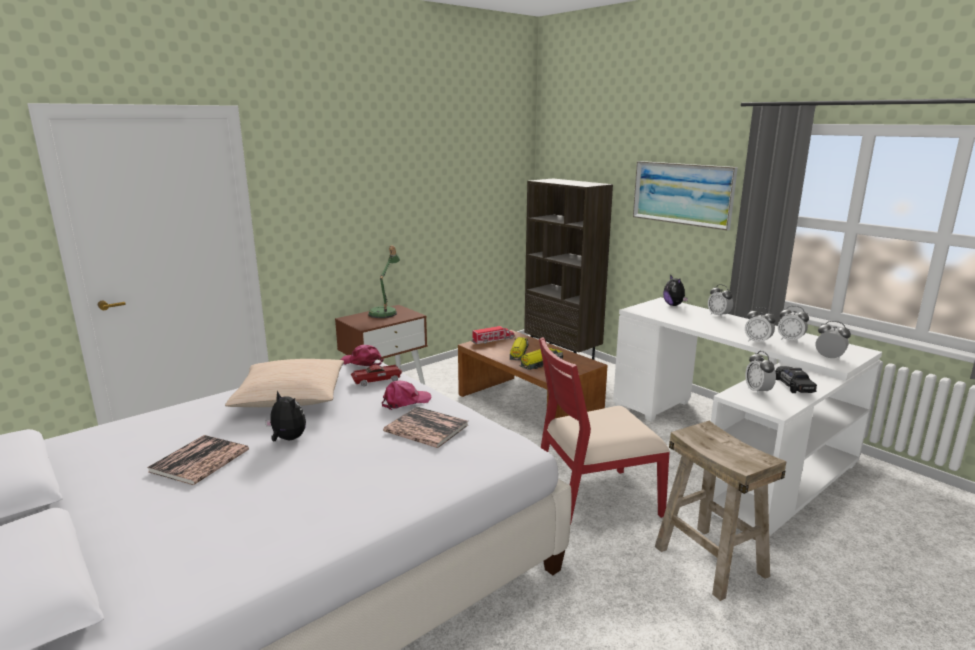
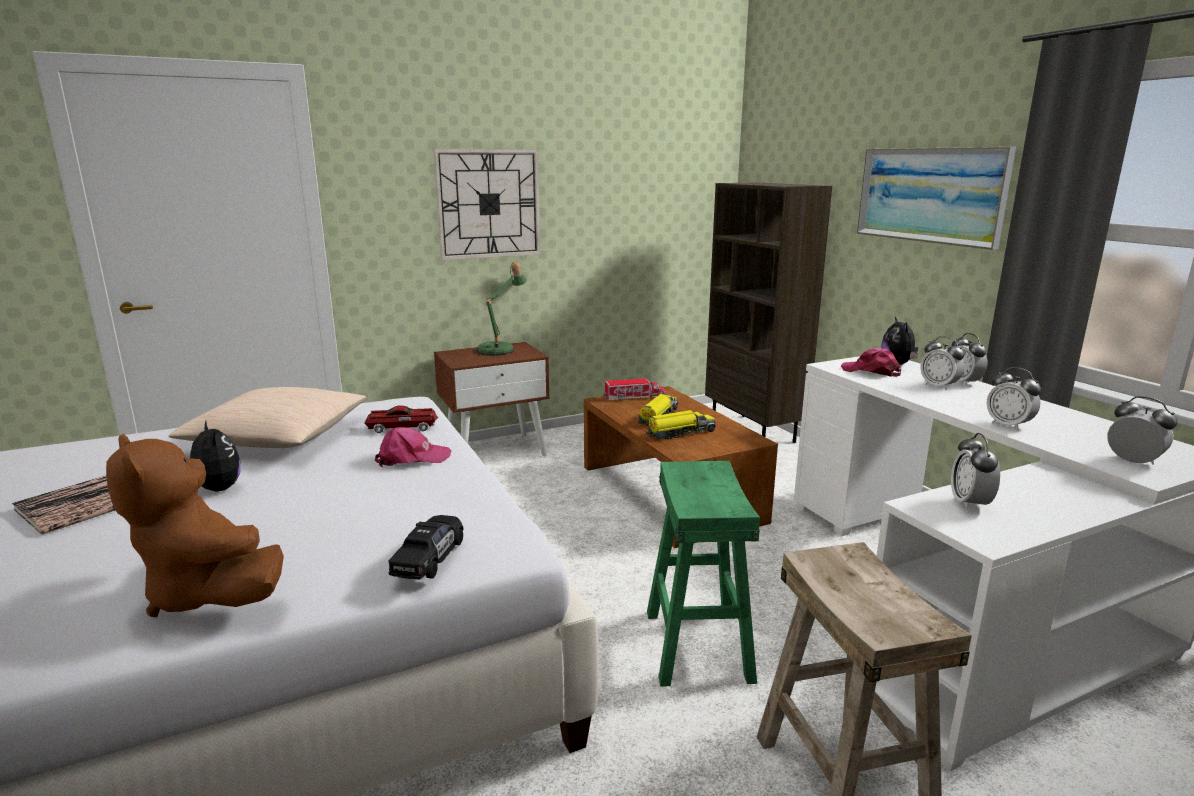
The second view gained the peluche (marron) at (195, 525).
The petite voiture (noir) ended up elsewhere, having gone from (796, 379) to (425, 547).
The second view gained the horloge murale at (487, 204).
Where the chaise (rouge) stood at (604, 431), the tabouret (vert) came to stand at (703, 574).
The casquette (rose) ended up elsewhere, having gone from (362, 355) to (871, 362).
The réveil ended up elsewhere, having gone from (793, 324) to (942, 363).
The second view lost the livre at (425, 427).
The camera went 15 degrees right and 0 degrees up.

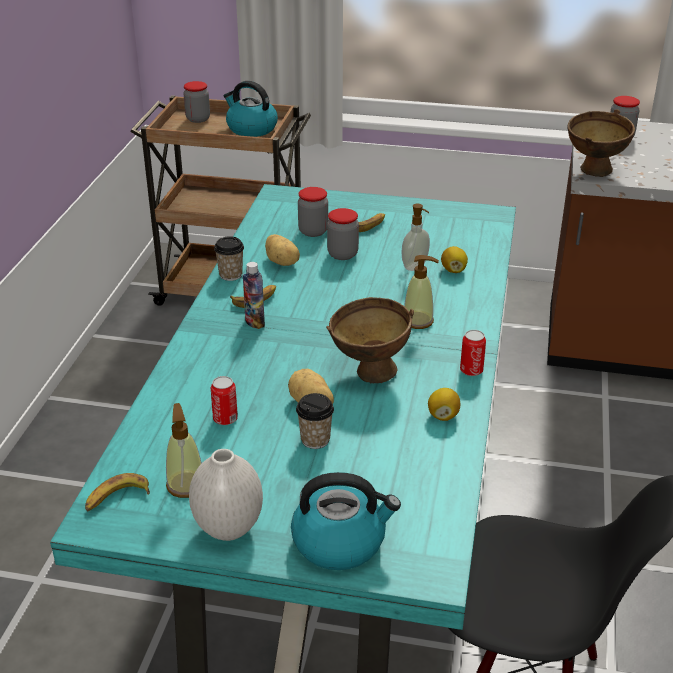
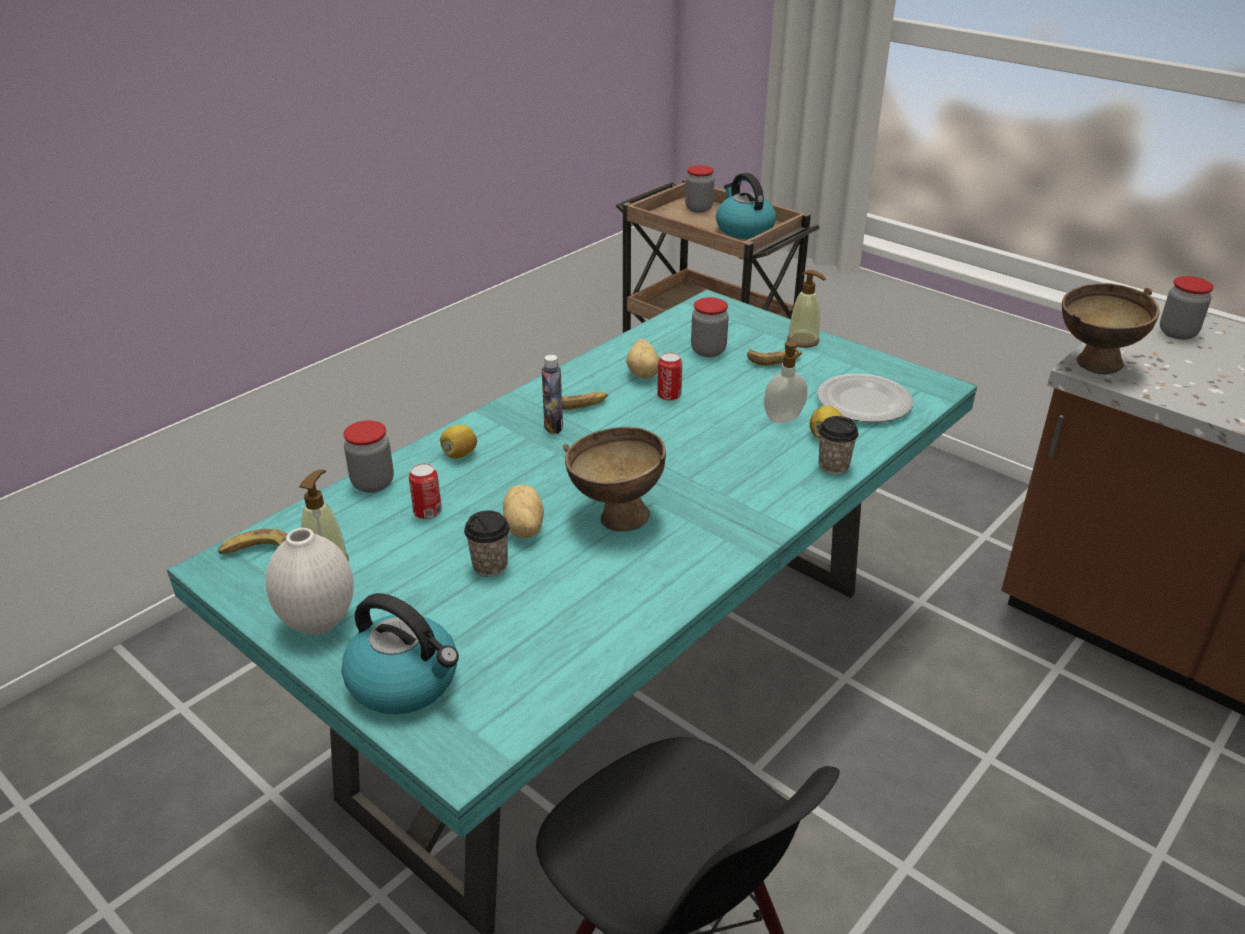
The bocal ended up elsewhere, having gone from (343, 234) to (368, 456).
The citron ended up elsewhere, having gone from (444, 404) to (458, 441).
The boîte métallique ended up elsewhere, having gone from (473, 353) to (669, 376).
The distributeur de savon ended up elsewhere, having gone from (421, 292) to (806, 309).
The second view gained the assiette at (865, 398).
The tasse ended up elsewhere, having gone from (229, 258) to (838, 445).
The camera went 30 degrees right and 0 degrees up.

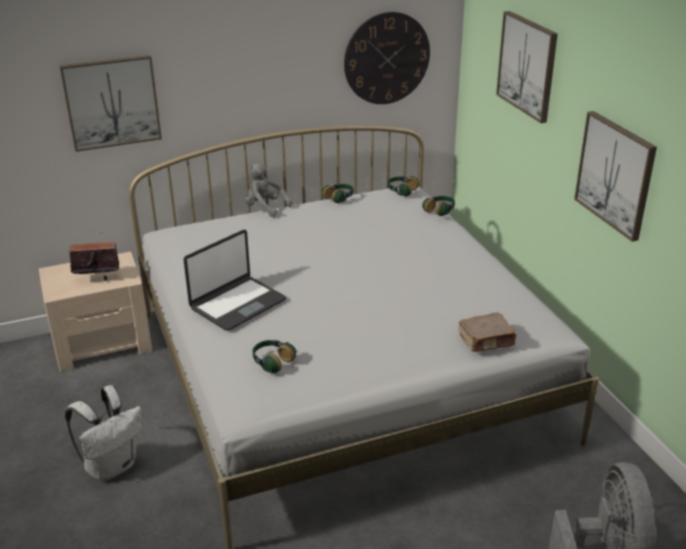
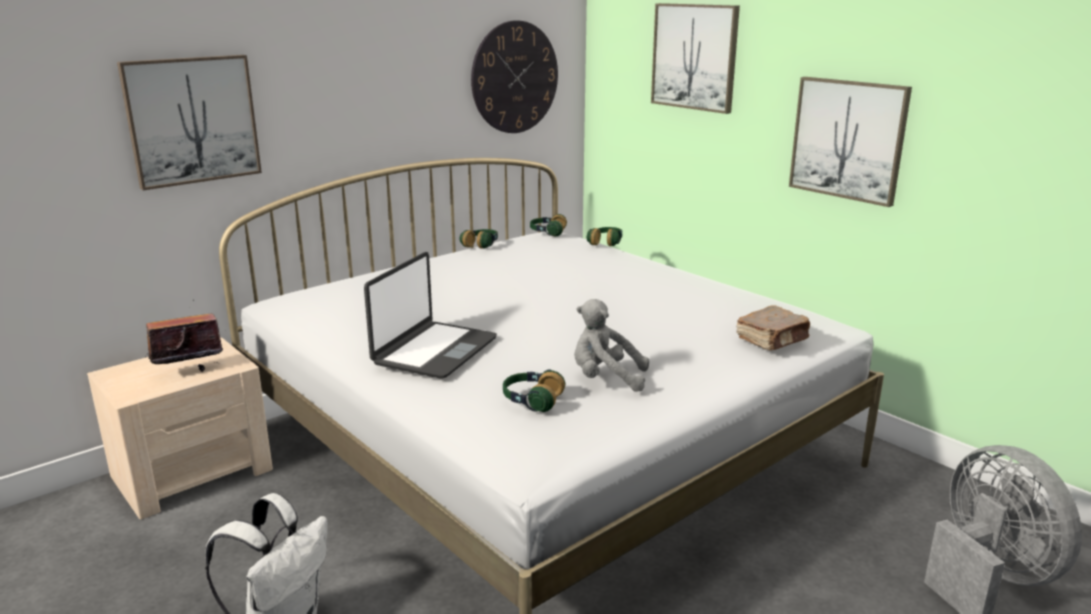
The peluche (gris) ended up elsewhere, having gone from (268, 190) to (611, 345).
The camera went 20 degrees left and 10 degrees down.

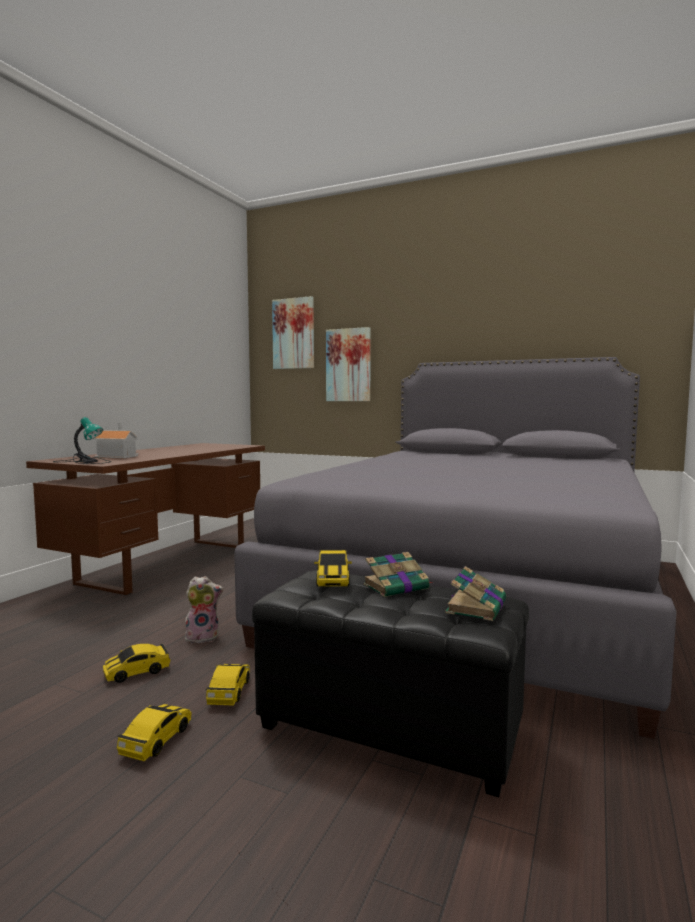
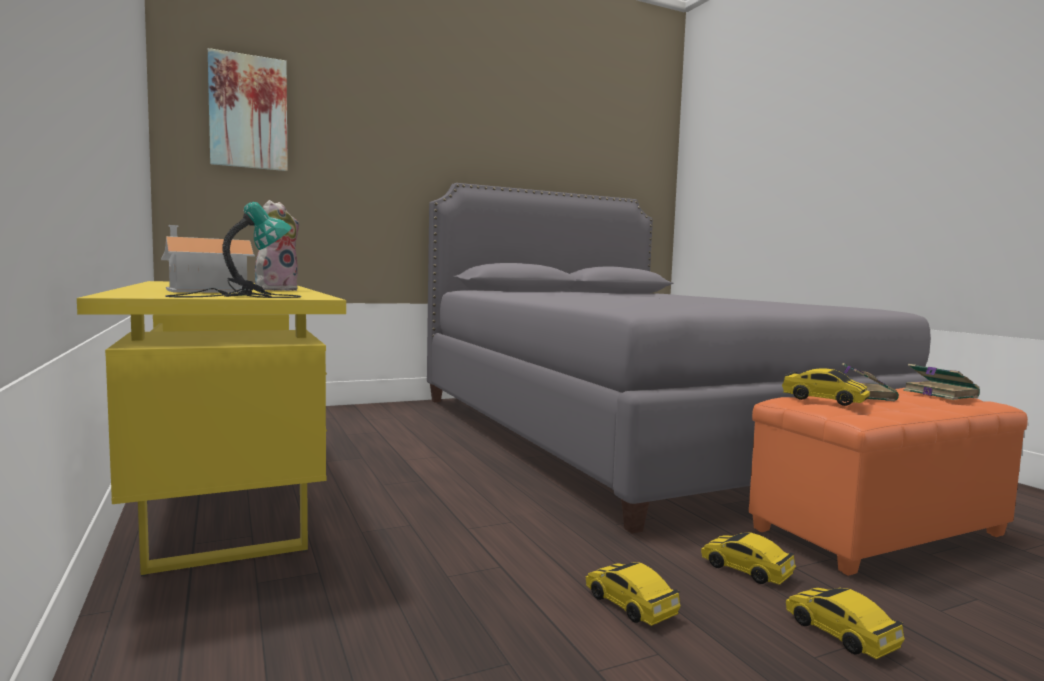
What was the bureau (marron) at (145, 519) turned into the bureau (jaune) at (211, 429).
The peluche ended up elsewhere, having gone from (203, 609) to (277, 245).
The petite voiture at (137, 663) ended up facing another way, 135 degrees clockwise from before.
What was the pouf (noir) at (390, 683) turned into the pouf (orange) at (888, 482).
The second view lost the tableau at (348, 364).
The camera went 50 degrees left and 0 degrees up.

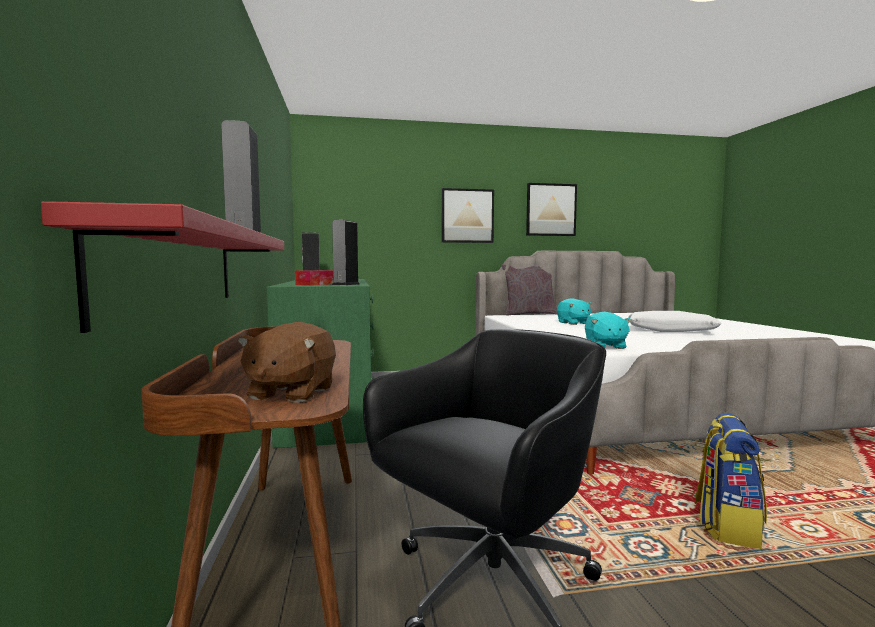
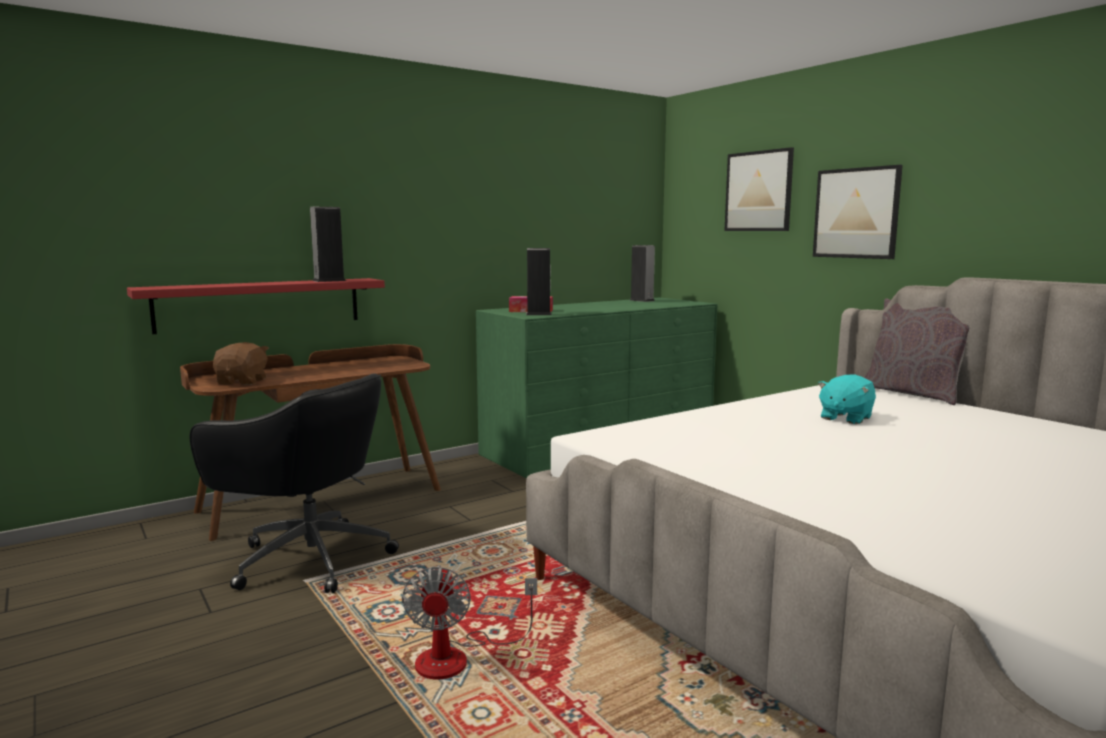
The peluche (marron) at (286, 362) ended up facing another way, 105 degrees clockwise from before.
Where the sac à dos stood at (731, 481), the ventilateur came to stand at (469, 622).
The tableau ended up elsewhere, having gone from (551, 209) to (759, 189).
The second view lost the peluche (turquoise) at (608, 330).
The second view lost the coussin (blanc) at (674, 321).
The camera went 65 degrees right and 5 degrees up.

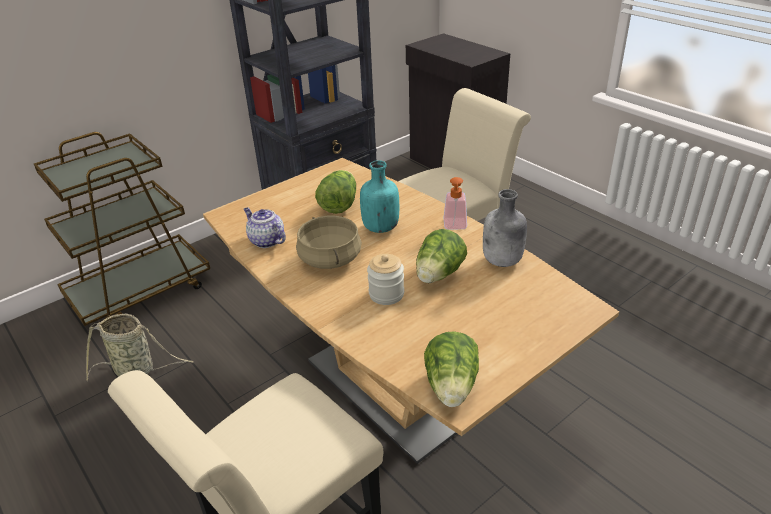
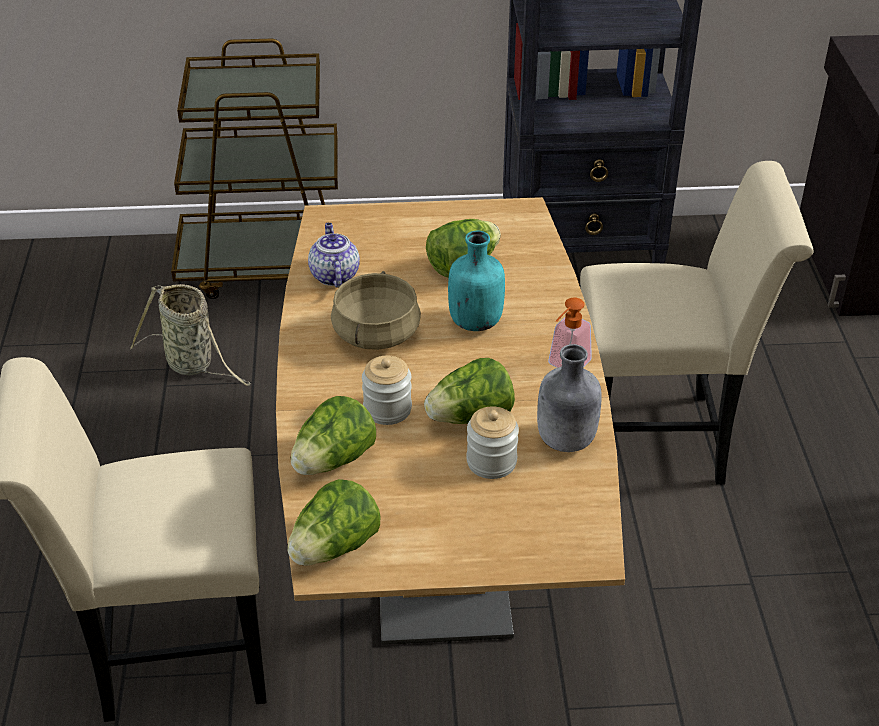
The second view gained the laitue at (333, 435).
The second view gained the bocal at (492, 443).
The camera went 35 degrees right and 5 degrees up.

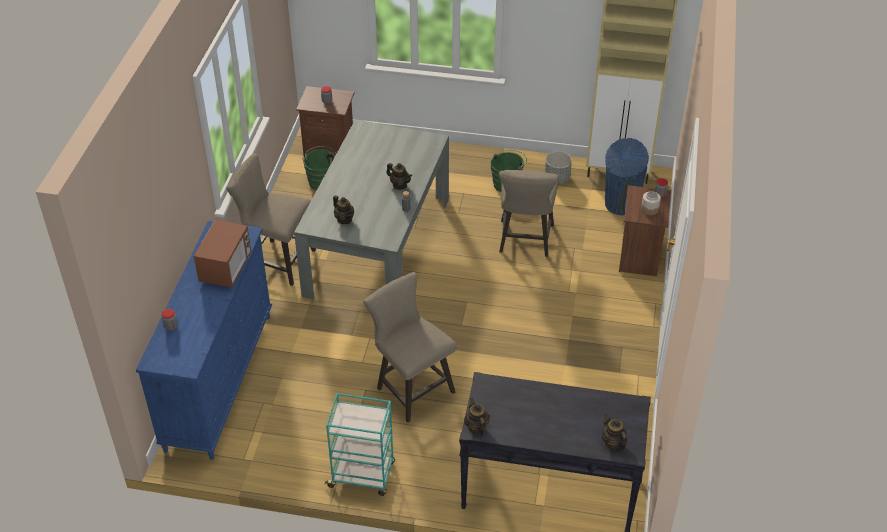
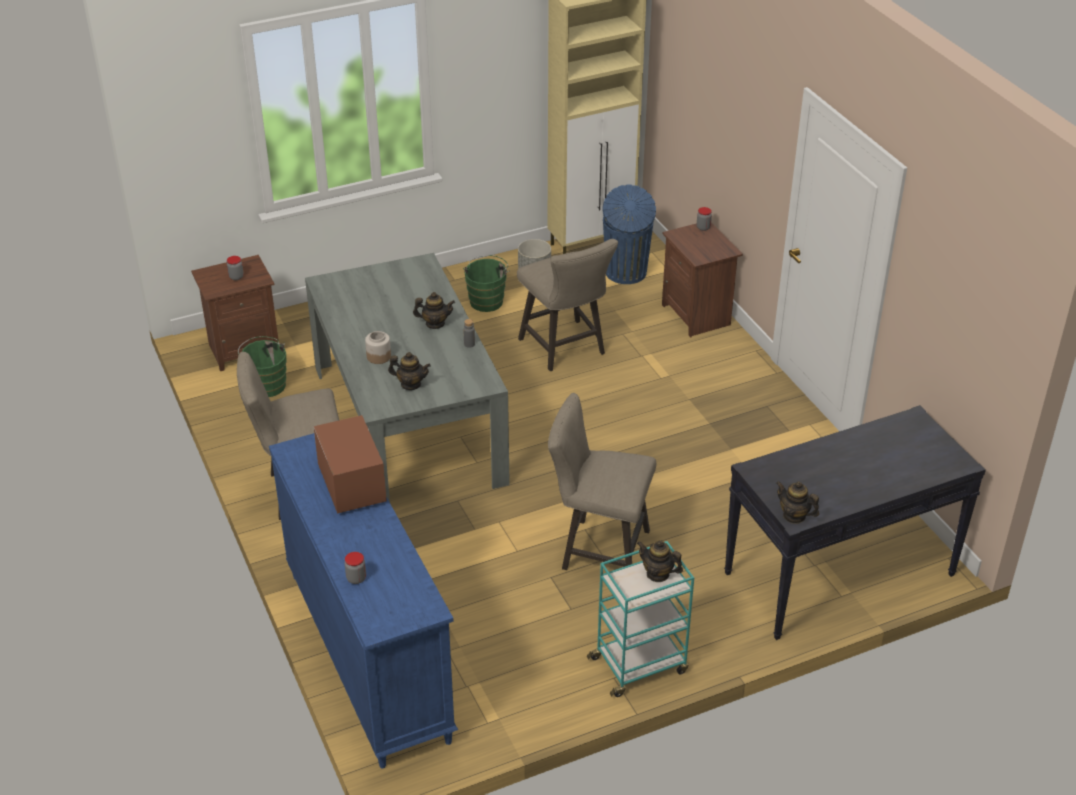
The bocal ended up elsewhere, having gone from (651, 203) to (378, 347).
The théière ended up elsewhere, having gone from (614, 431) to (660, 561).
The camera went 35 degrees left and 5 degrees down.

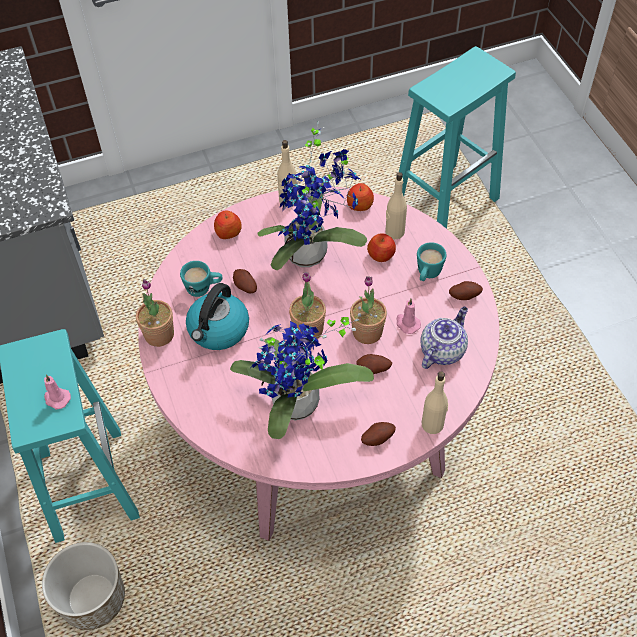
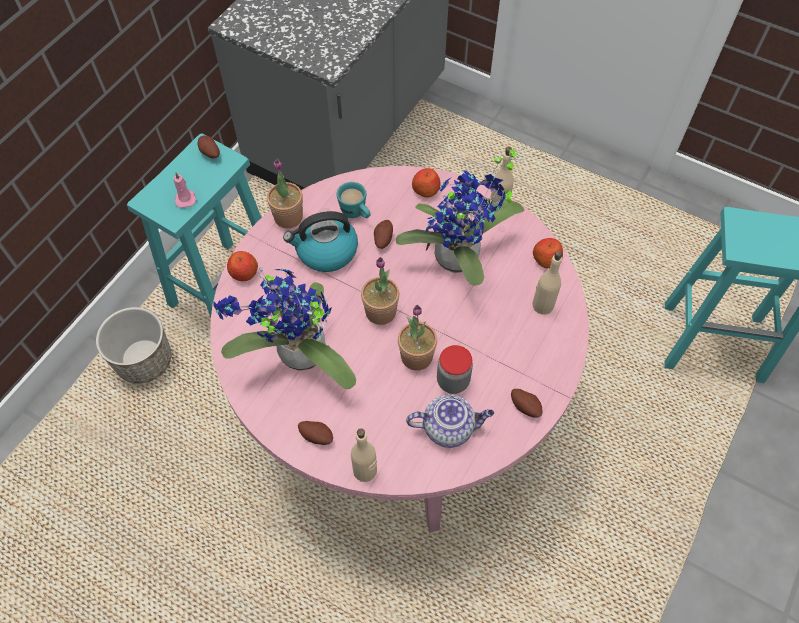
The pomme de terre ended up elsewhere, having gone from (374, 364) to (208, 147).
The pomme ended up elsewhere, having gone from (381, 247) to (242, 266).
Where the bougie (rose) stood at (408, 316), the bocal came to stand at (455, 369).
The second view lost the mug (turquoise) at (431, 261).
The camera went 50 degrees right and 5 degrees up.

